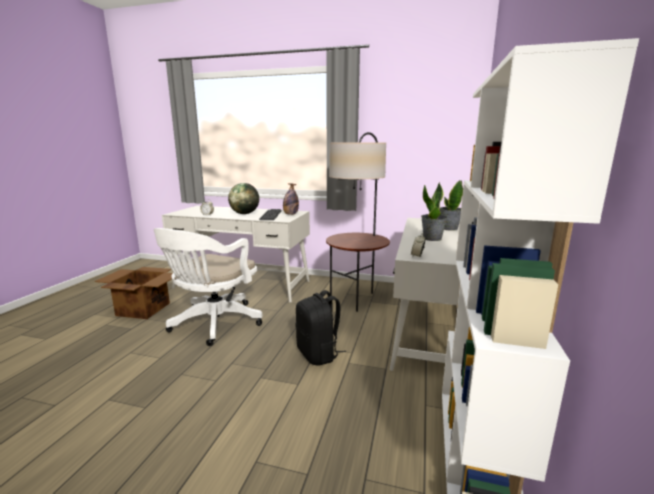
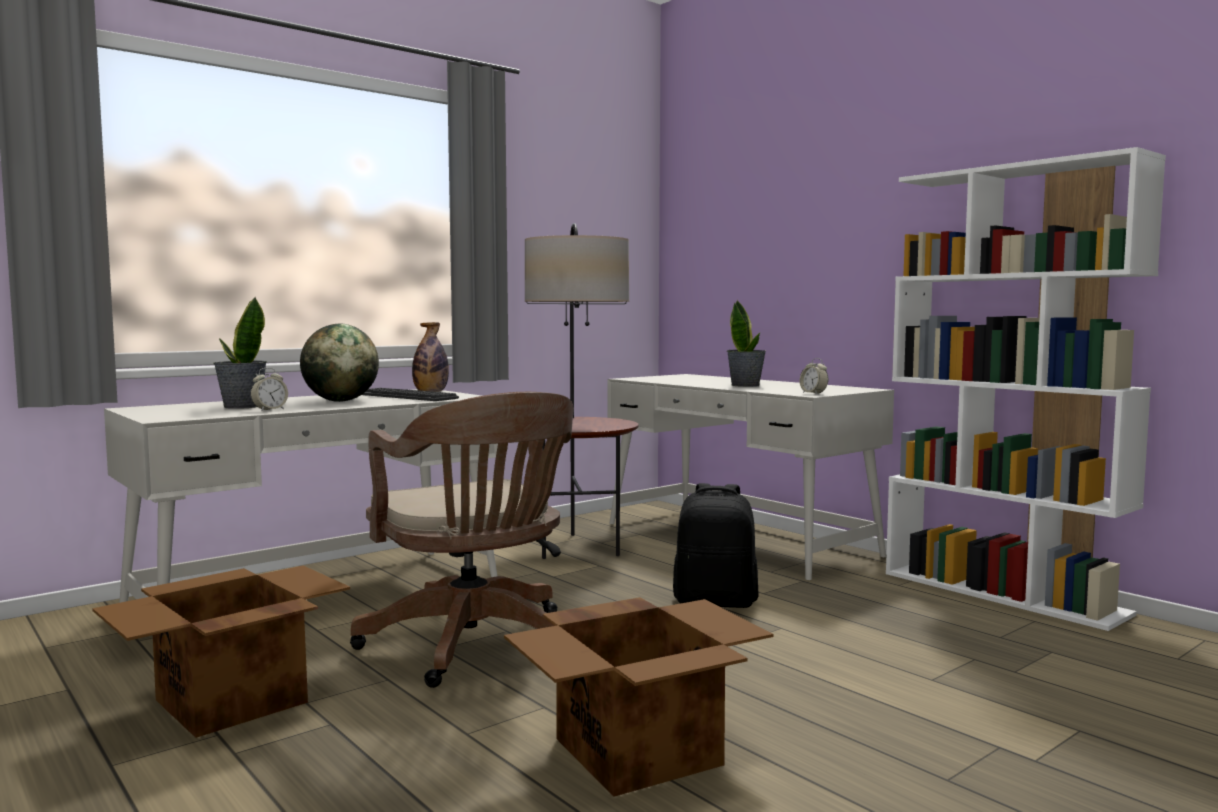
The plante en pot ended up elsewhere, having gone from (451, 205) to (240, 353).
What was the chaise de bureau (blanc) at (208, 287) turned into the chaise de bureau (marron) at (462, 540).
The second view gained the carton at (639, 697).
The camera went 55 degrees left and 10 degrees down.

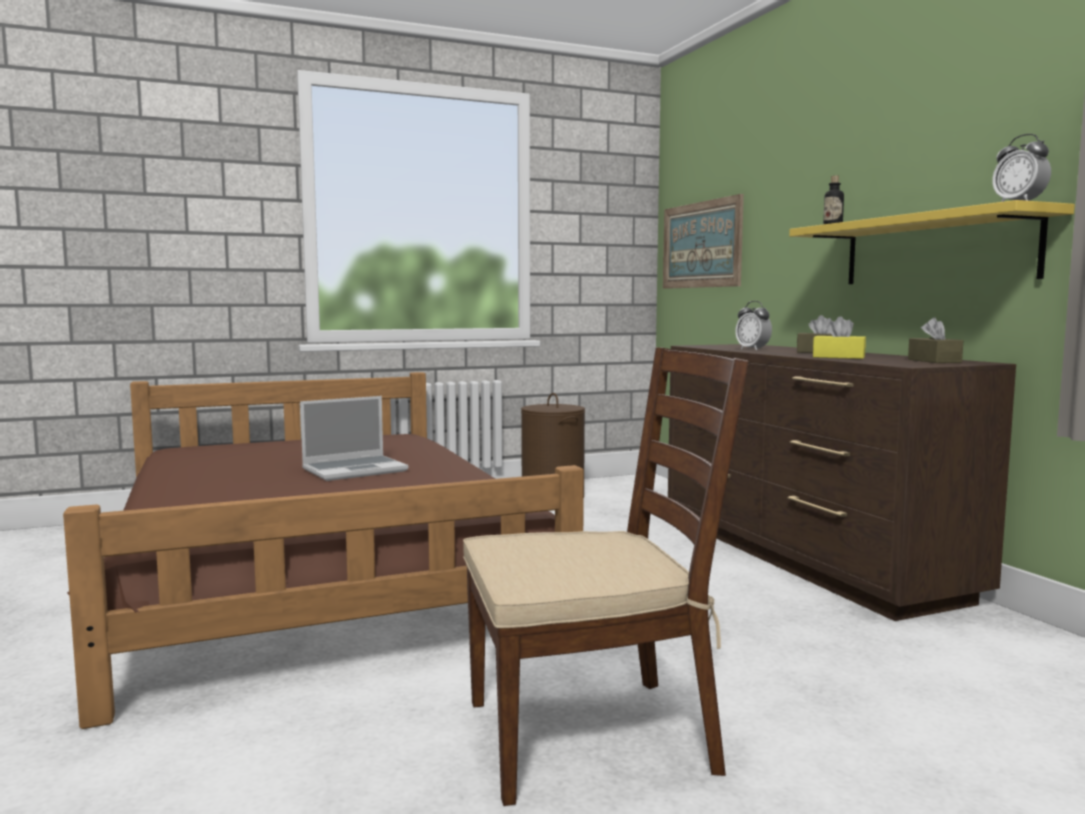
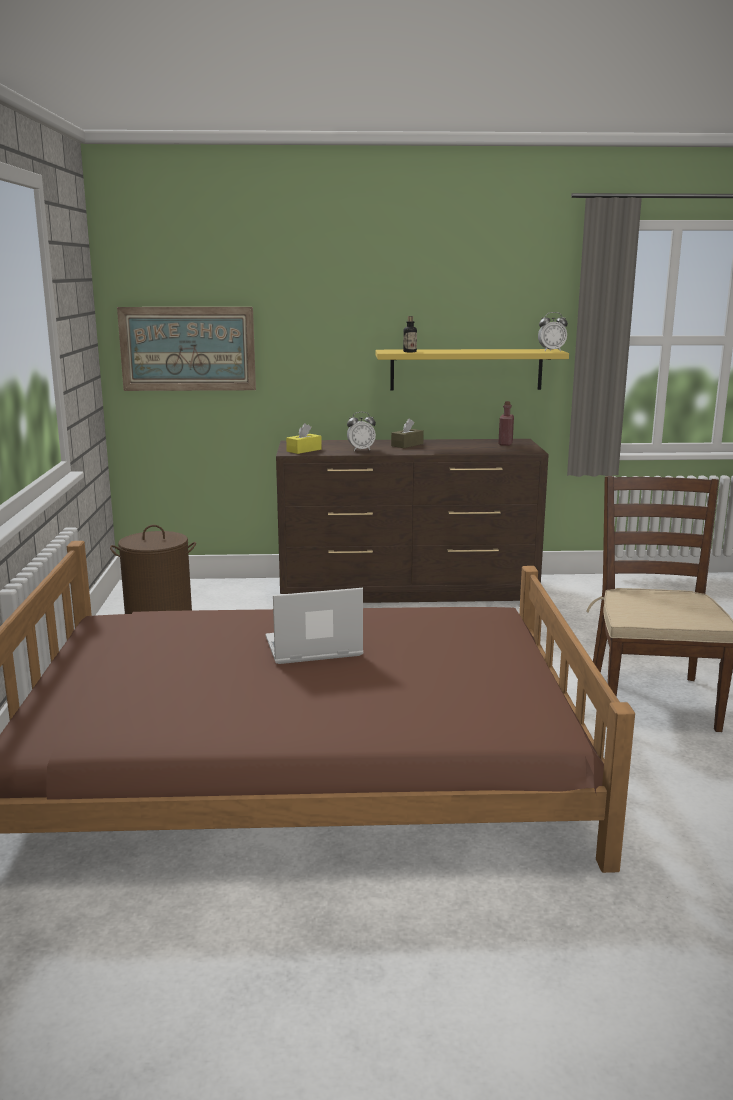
The ordinateur portable at (354, 438) ended up facing another way, 90 degrees counterclockwise from before.
The boîte à mouchoirs (jaune) ended up elsewhere, having gone from (839, 337) to (304, 438).
Where the boîte à mouchoirs (marron) stood at (935, 340), the bouteille (rouge) came to stand at (506, 423).
The camera went 70 degrees left and 10 degrees up.

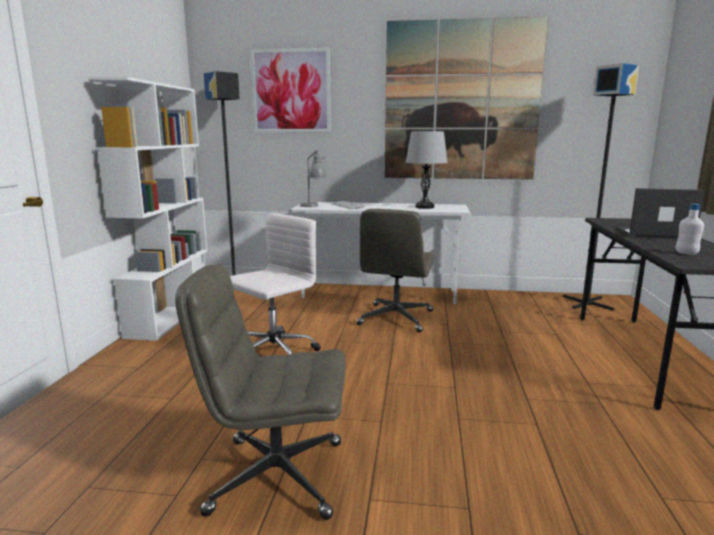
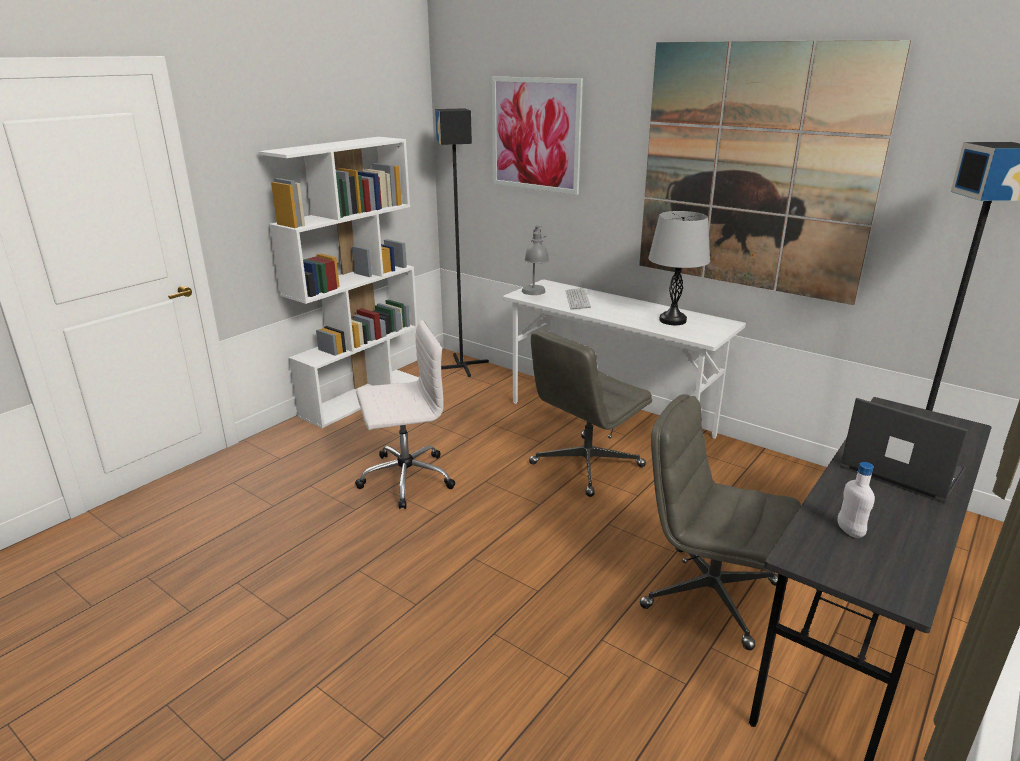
The chaise de bureau (gris) ended up elsewhere, having gone from (260, 392) to (720, 522).
The camera went 30 degrees right and 10 degrees up.

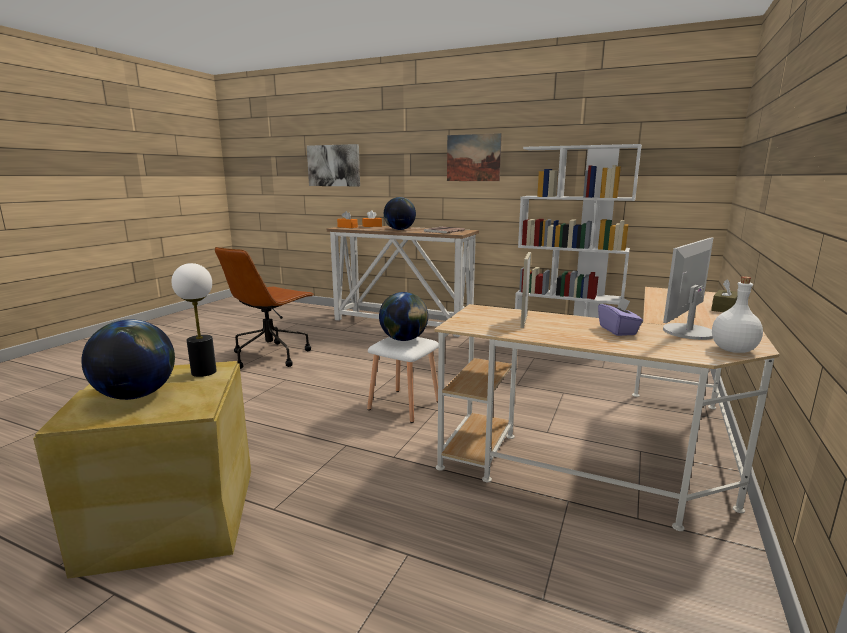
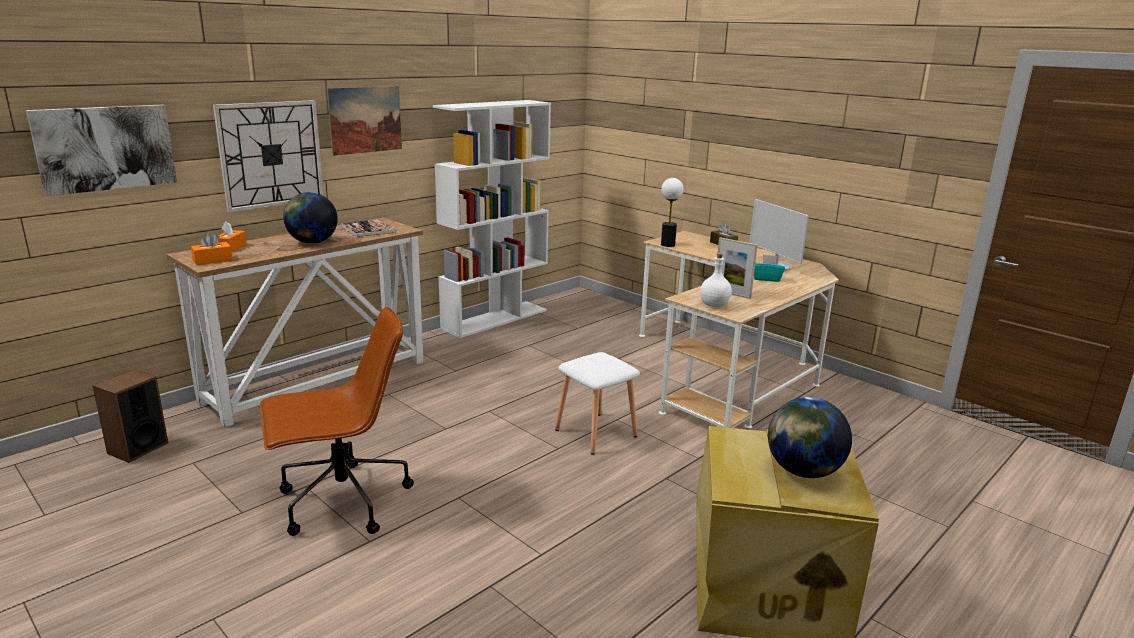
The second view gained the enceinte at (130, 416).
The second view gained the horloge murale at (268, 156).
The chaise de bureau (marron) at (264, 308) ended up facing another way, 75 degrees counterclockwise from before.
The lampe de table ended up elsewhere, having gone from (194, 320) to (672, 212).
The bouteille (blanc) ended up elsewhere, having gone from (737, 314) to (716, 280).
What was the boîte à mouchoirs (violet) at (620, 316) turned into the boîte à mouchoirs (turquoise) at (769, 268).
The second view lost the globe at (403, 316).
The camera went 70 degrees left and 5 degrees up.

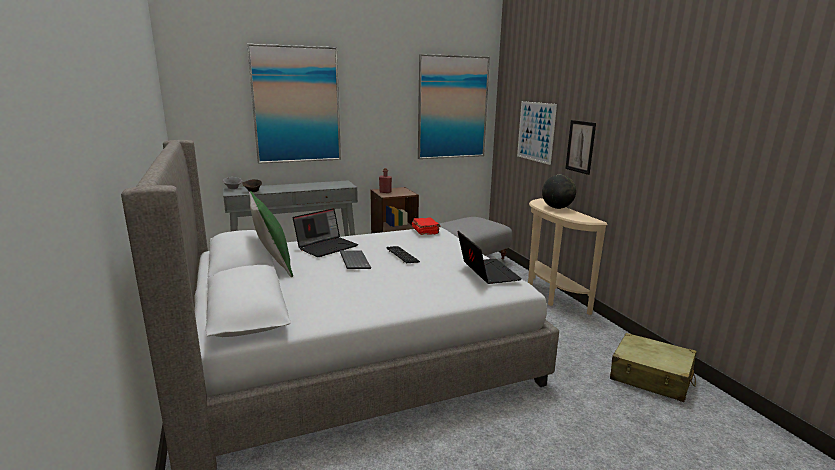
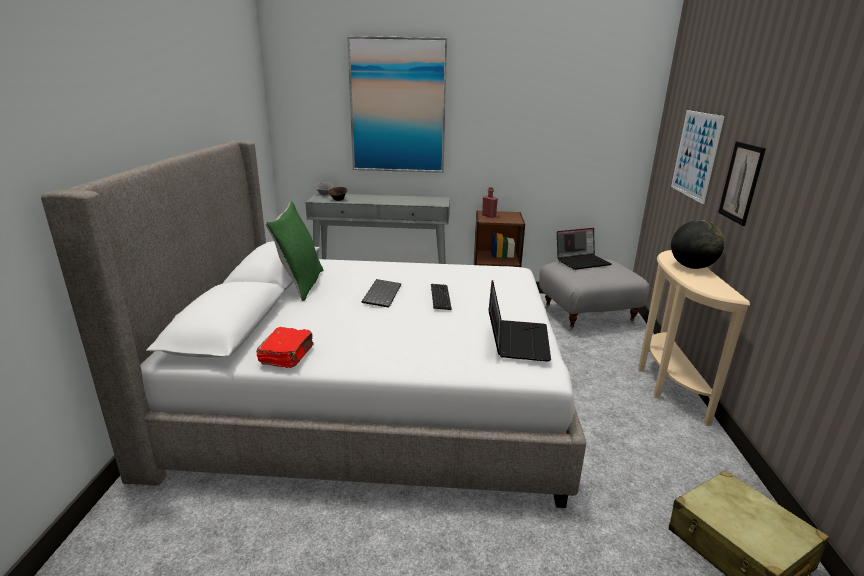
The livre (rouge) ended up elsewhere, having gone from (426, 226) to (285, 347).
The ordinateur portable ended up elsewhere, having gone from (325, 232) to (584, 249).
The second view lost the tableau at (454, 106).
The camera went 25 degrees right and 5 degrees up.

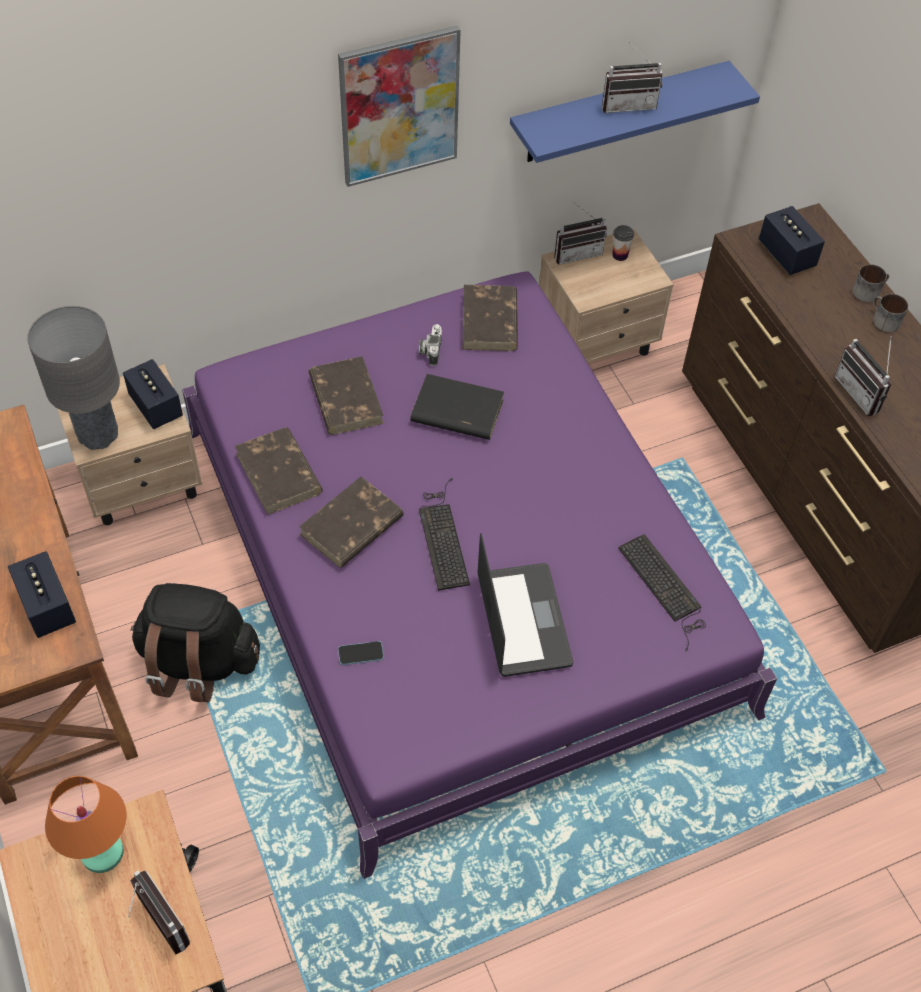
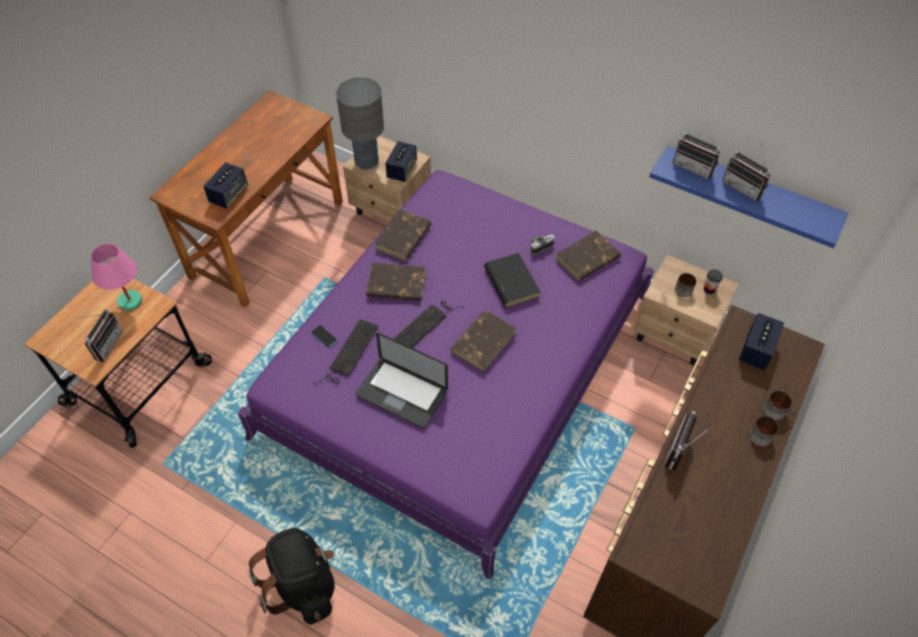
What was the lampe de table (orange) at (85, 824) turned into the lampe de table (rose) at (116, 277).
The sac à dos (noir) ended up elsewhere, having gone from (195, 642) to (291, 576).
The clavier ended up elsewhere, having gone from (662, 593) to (345, 351).
The ordinateur portable at (525, 605) ended up facing another way, 75 degrees clockwise from before.
The livre (marron) ended up elsewhere, having gone from (346, 395) to (483, 341).
The radio ended up elsewhere, having gone from (580, 233) to (696, 151).
The second view gained the mug at (685, 285).
The second view lost the tableau at (399, 106).
The camera went 55 degrees right and 0 degrees up.

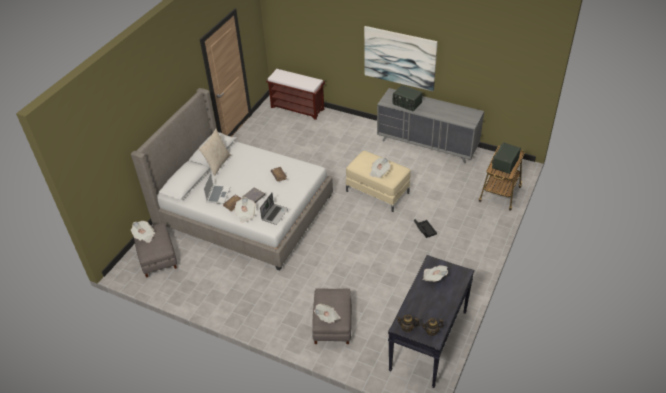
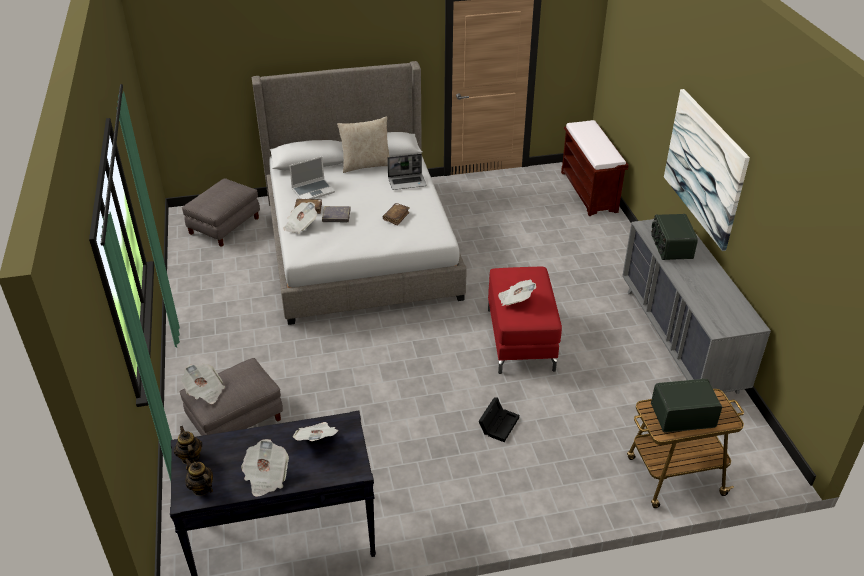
The journal ended up elsewhere, having gone from (143, 232) to (265, 468).
The ordinateur portable ended up elsewhere, having gone from (274, 209) to (407, 172).
What was the pouf (beige) at (378, 181) turned into the pouf (rouge) at (525, 320).
The camera went 50 degrees right and 5 degrees down.

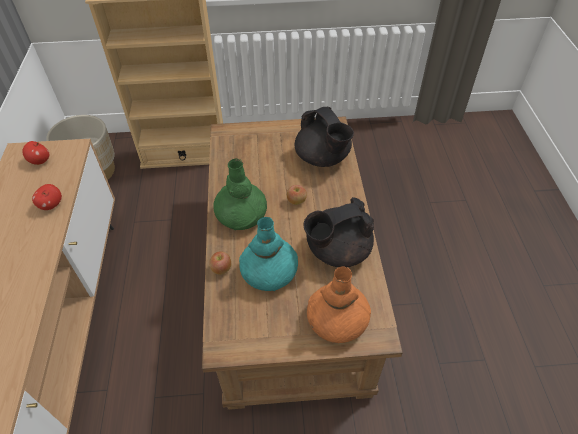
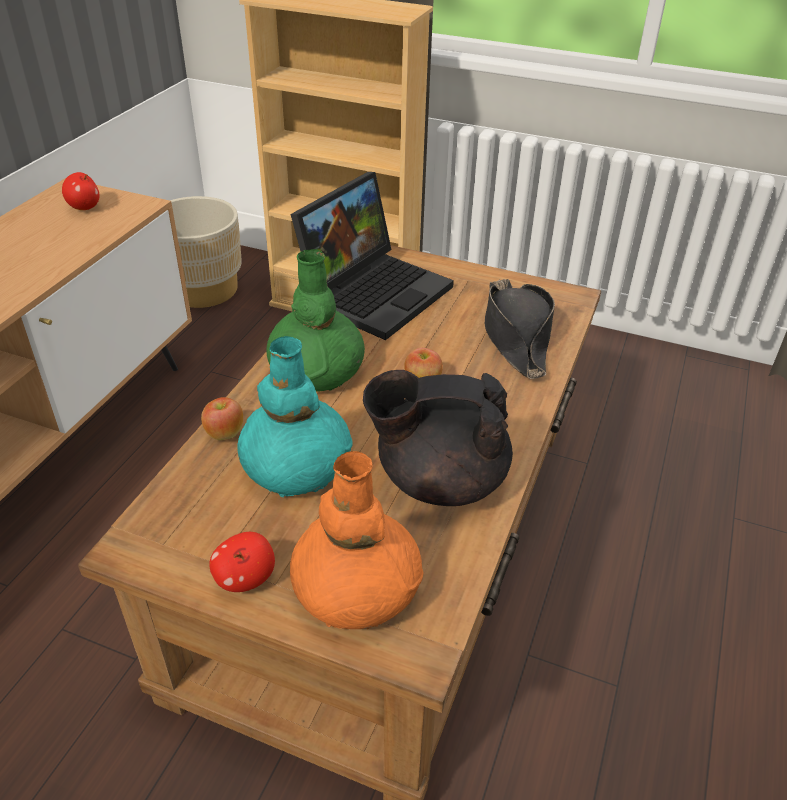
The pomme ended up elsewhere, having gone from (47, 197) to (242, 562).
The second view gained the ordinateur portable at (372, 256).
Where the théière (noir) stood at (324, 137), the chapeau (noir) came to stand at (520, 329).
The camera went 25 degrees right and 10 degrees down.

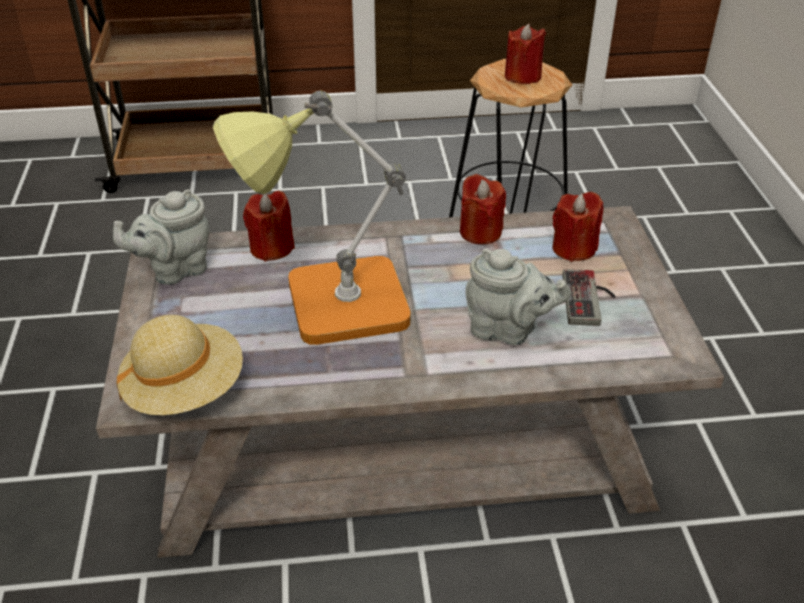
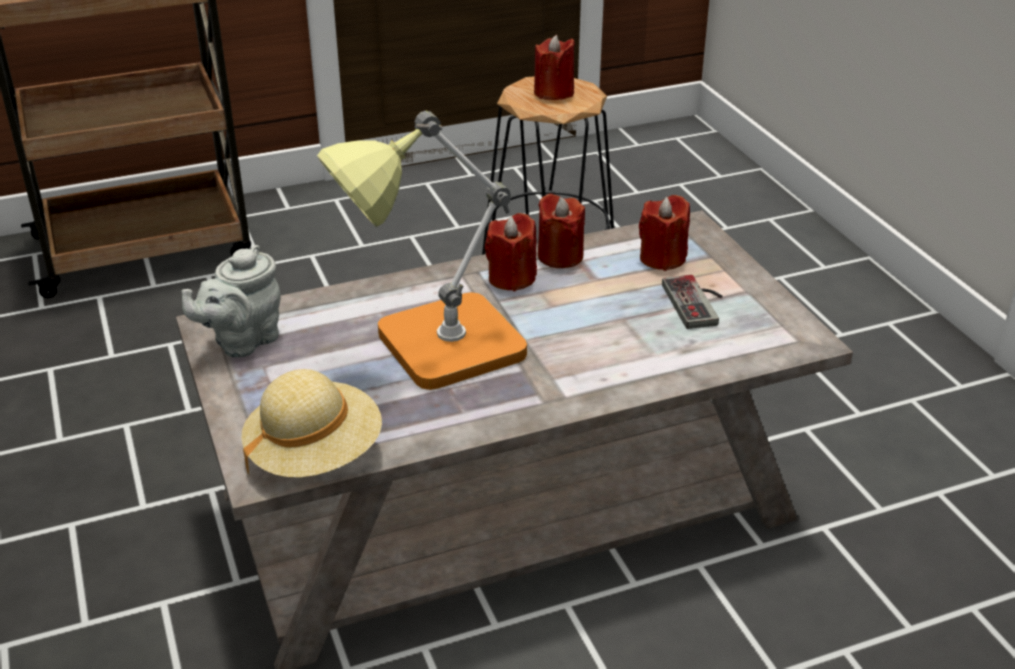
The bougie (rouge) ended up elsewhere, having gone from (269, 226) to (511, 252).
The second view lost the théière (gris) at (518, 296).
The camera went 15 degrees left and 5 degrees down.

